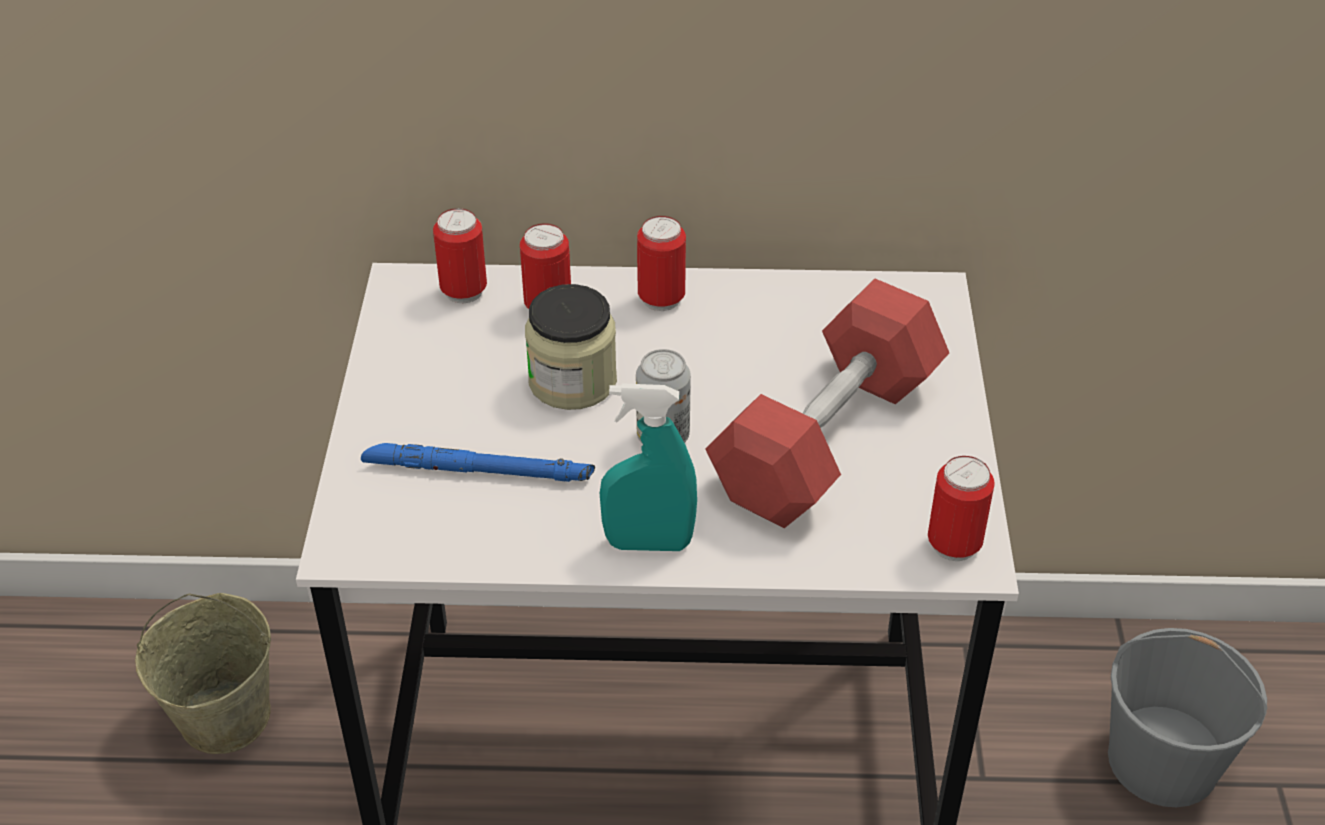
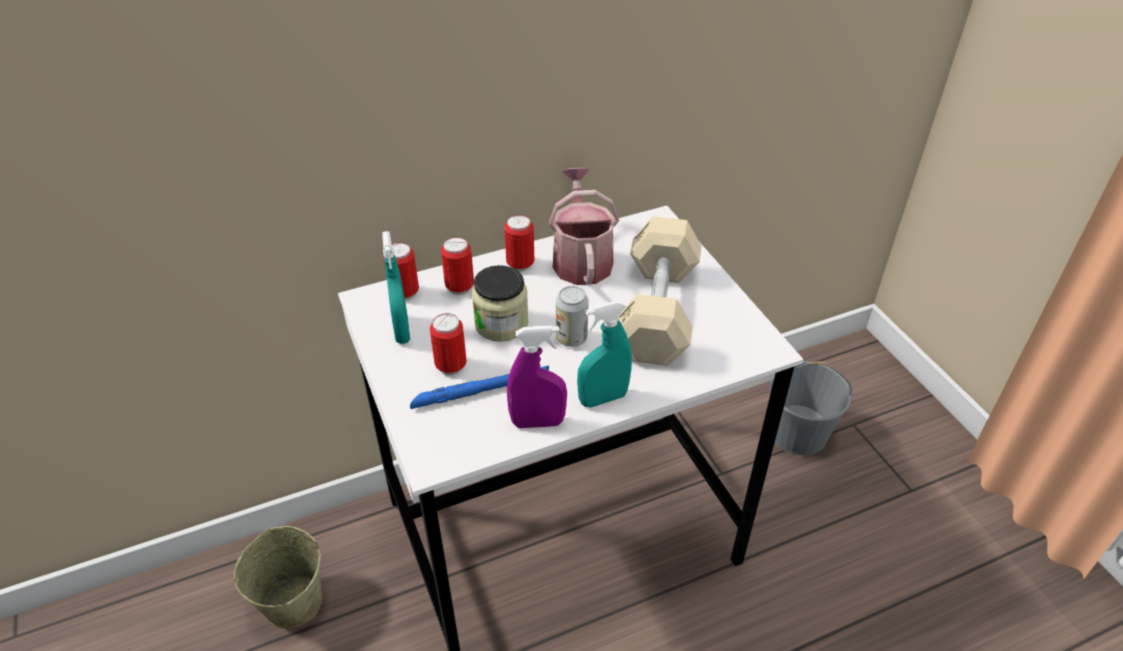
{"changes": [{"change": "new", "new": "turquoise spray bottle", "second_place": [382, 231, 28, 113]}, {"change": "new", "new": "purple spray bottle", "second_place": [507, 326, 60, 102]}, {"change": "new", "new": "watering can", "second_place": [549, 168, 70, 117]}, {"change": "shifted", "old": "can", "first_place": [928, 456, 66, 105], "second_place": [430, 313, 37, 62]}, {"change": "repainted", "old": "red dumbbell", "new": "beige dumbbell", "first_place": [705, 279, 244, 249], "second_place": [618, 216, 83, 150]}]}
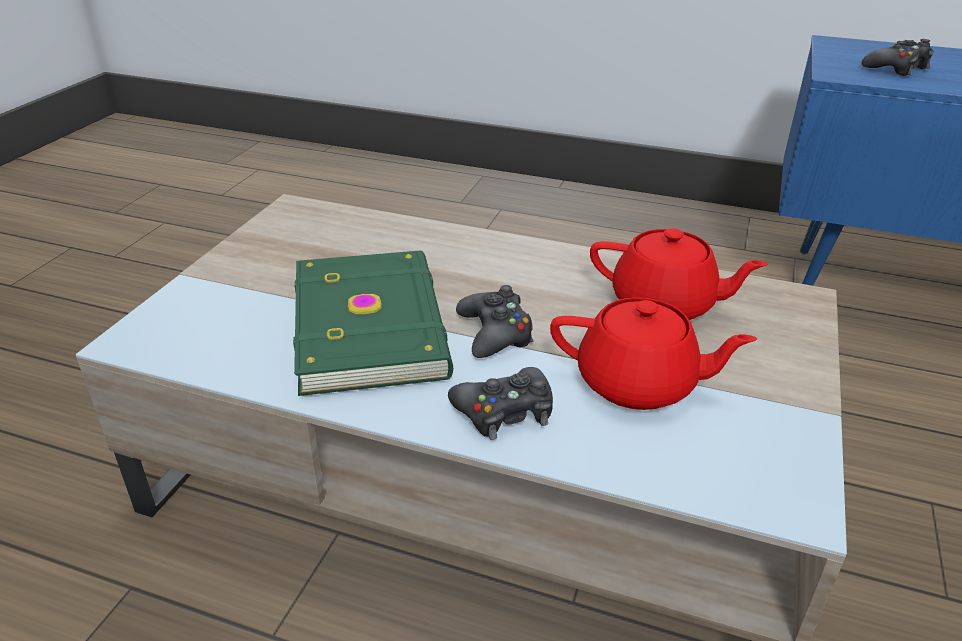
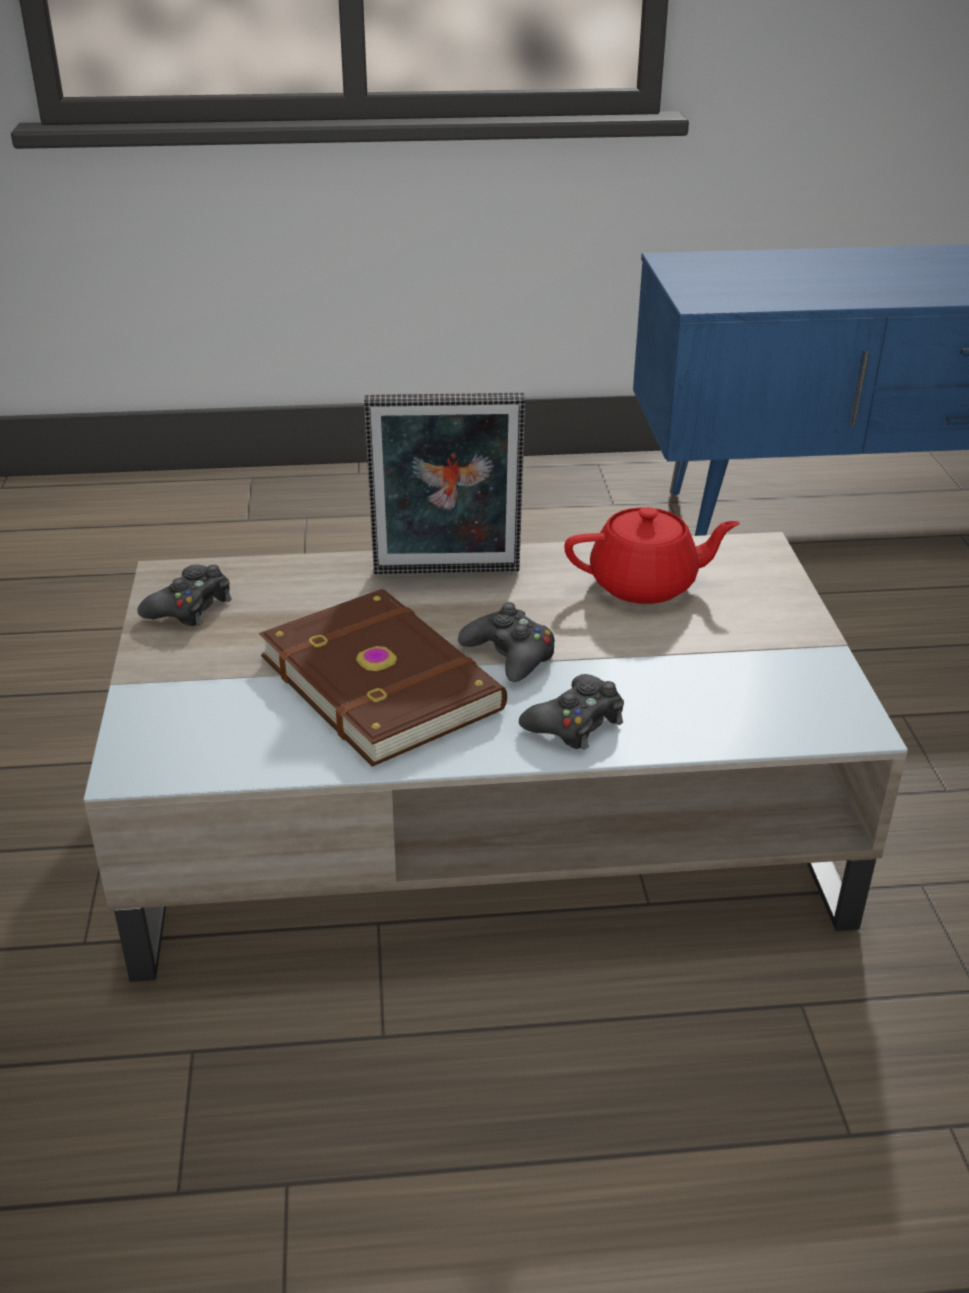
{"changes": [{"change": "gone", "old": "red teapot", "first_place": [550, 297, 207, 113]}, {"change": "new", "new": "picture frame", "second_place": [364, 393, 161, 181]}, {"change": "shifted", "old": "black game controller", "first_place": [862, 39, 71, 37], "second_place": [138, 564, 94, 62]}, {"change": "repainted", "old": "green book", "new": "brown book", "first_place": [293, 251, 160, 145], "second_place": [259, 589, 248, 178]}]}
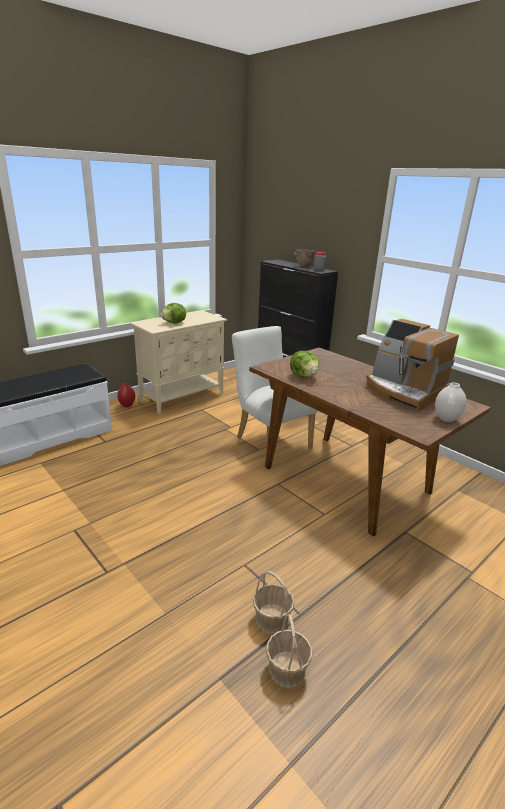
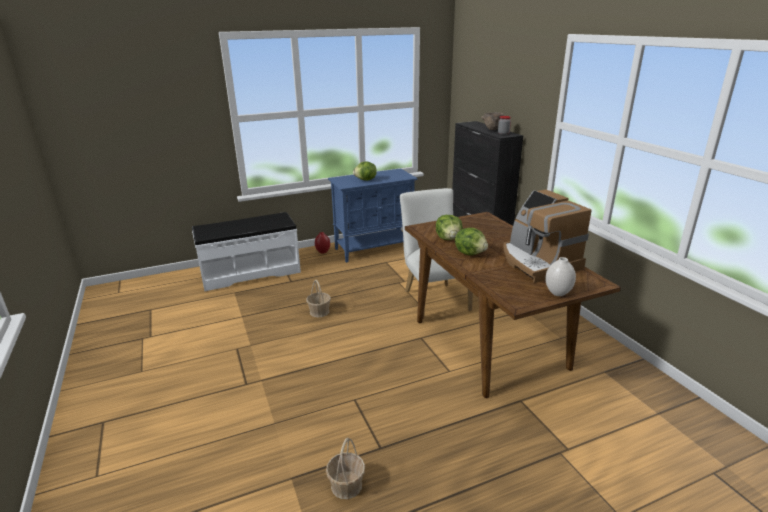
{"changes": [{"change": "new", "new": "lettuce", "second_place": [455, 228, 33, 27]}, {"change": "shifted", "old": "basket", "first_place": [253, 571, 41, 63], "second_place": [306, 280, 25, 38]}, {"change": "repainted", "old": "beige cabinet", "new": "blue cabinet", "first_place": [130, 310, 97, 104], "second_place": [328, 168, 90, 95]}]}
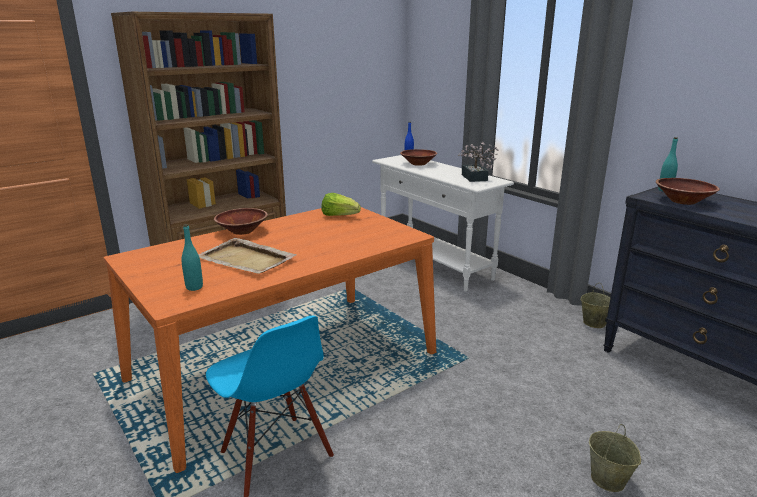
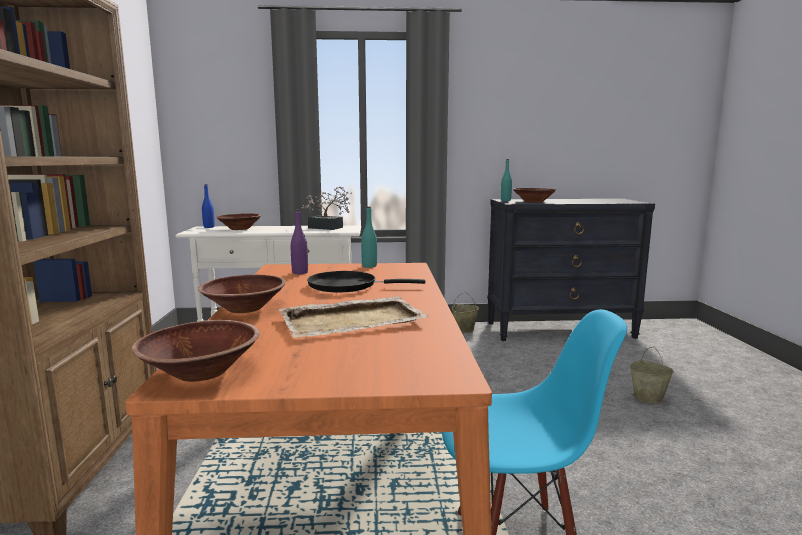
{"changes": [{"change": "new", "new": "brown bowl", "second_place": [131, 320, 129, 62]}, {"change": "new", "new": "black frying pan", "second_place": [307, 271, 118, 21]}, {"change": "shifted", "old": "turquoise bottle", "first_place": [181, 224, 22, 67], "second_place": [361, 207, 16, 61]}, {"change": "swapped", "old": "lettuce", "new": "purple bottle", "first_place": [321, 193, 40, 23], "second_place": [291, 210, 17, 64]}]}
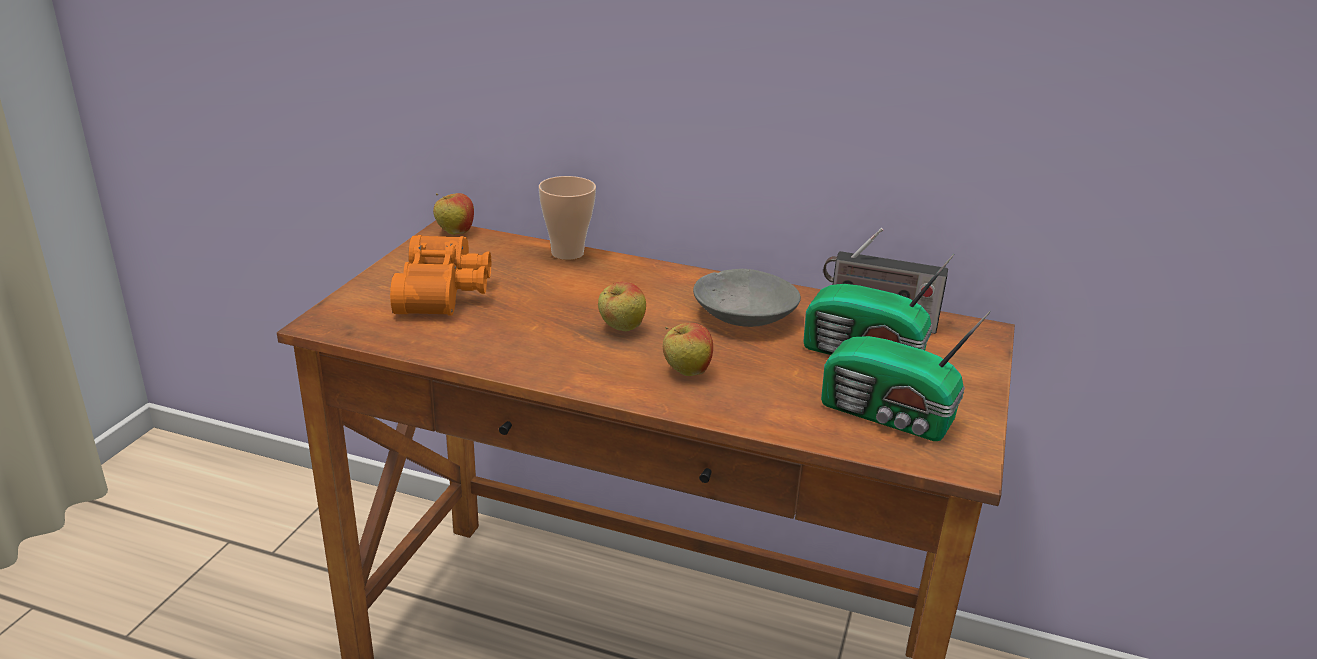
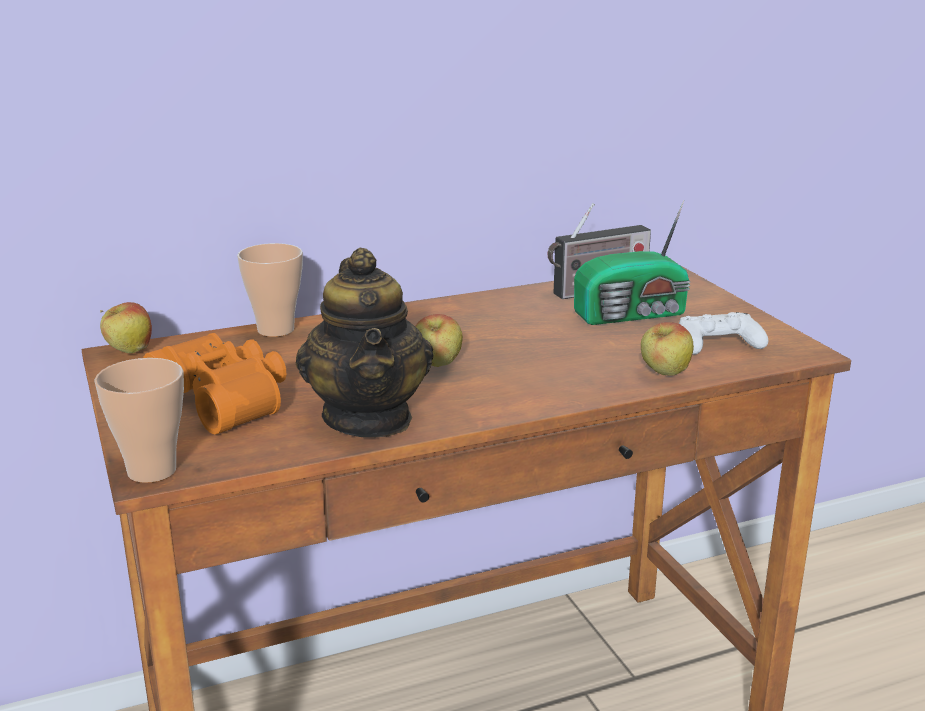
{"changes": [{"change": "gone", "old": "grey bowl", "first_place": [693, 269, 108, 58]}, {"change": "new", "new": "cup", "second_place": [94, 358, 90, 125]}, {"change": "new", "new": "teapot", "second_place": [296, 248, 138, 190]}, {"change": "shifted", "old": "apple", "first_place": [663, 323, 50, 53], "second_place": [641, 322, 53, 54]}, {"change": "swapped", "old": "radio", "new": "white game controller", "first_place": [821, 311, 170, 130], "second_place": [679, 312, 89, 43]}]}
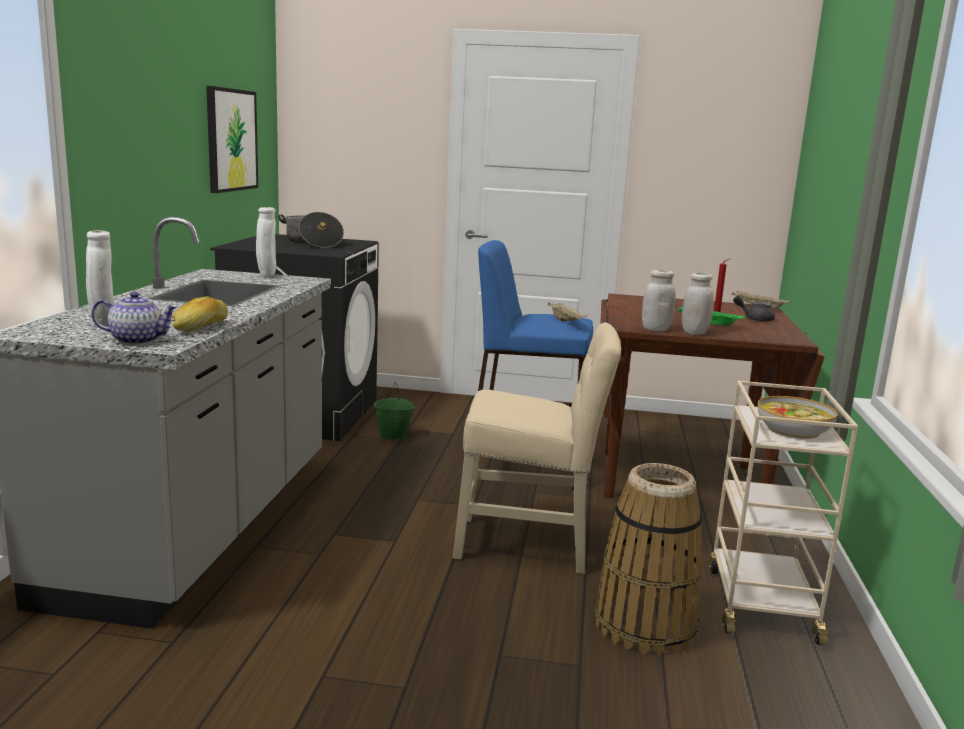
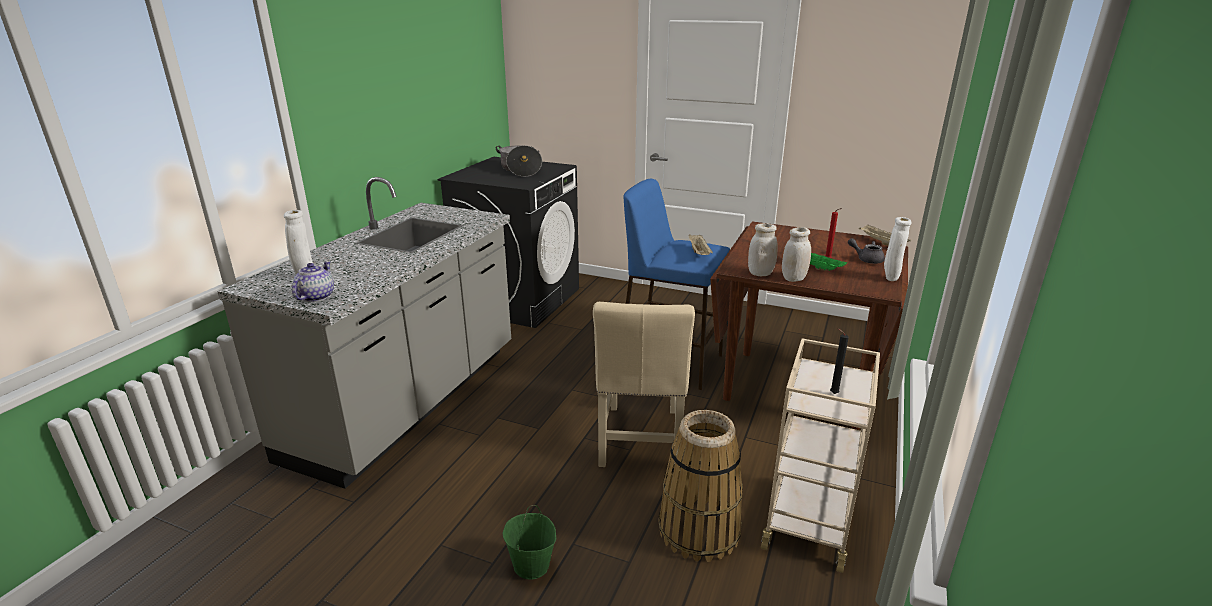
{"changes": [{"change": "gone", "old": "bread", "first_place": [172, 296, 56, 36]}, {"change": "gone", "old": "picture", "first_place": [206, 86, 52, 107]}, {"change": "shifted", "old": "white vase", "first_place": [256, 207, 20, 70], "second_place": [884, 217, 28, 64]}, {"change": "shifted", "old": "green bucket", "first_place": [374, 382, 41, 58], "second_place": [503, 505, 53, 75]}, {"change": "swapped", "old": "bowl", "new": "black candle", "first_place": [757, 396, 80, 43], "second_place": [830, 328, 19, 66]}, {"change": "rotated", "old": "teapot", "first_place": [91, 292, 87, 53], "second_place": [292, 261, 42, 41], "degrees": -90}, {"change": "rotated", "old": "beige chair", "first_place": [453, 322, 168, 252], "second_place": [593, 302, 102, 165], "degrees": 75}]}
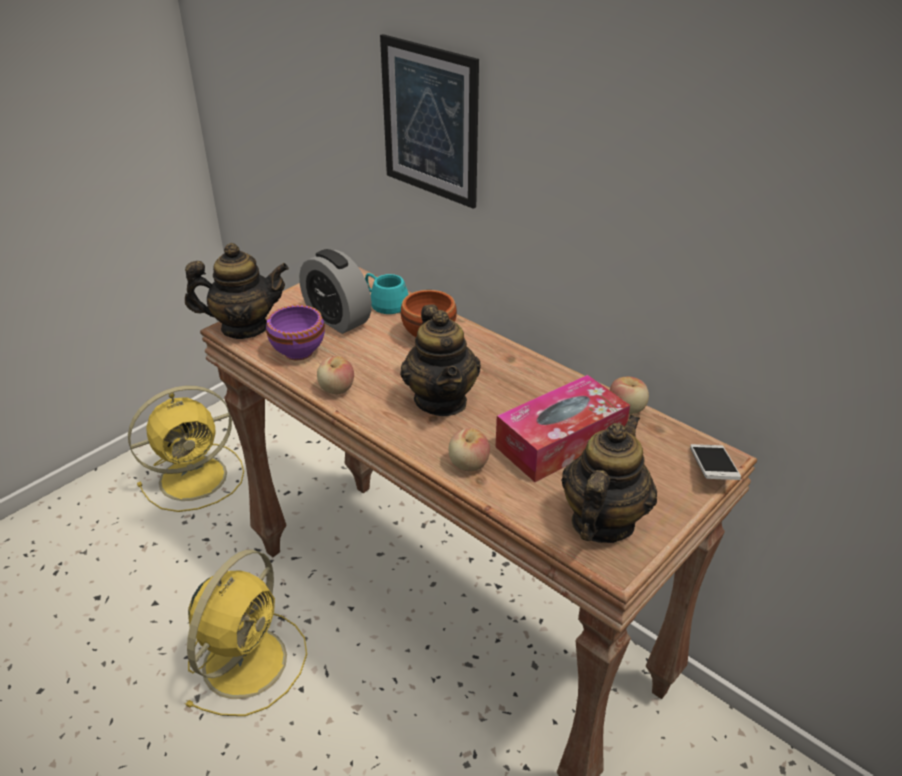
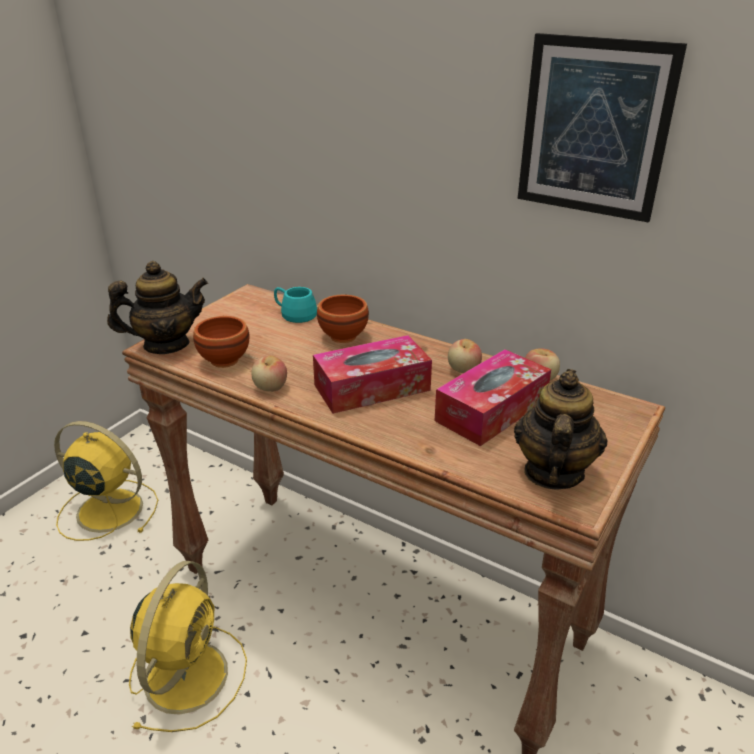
{"changes": [{"change": "gone", "old": "alarm clock", "first_place": [299, 249, 73, 85]}, {"change": "gone", "old": "phone", "first_place": [690, 444, 51, 36]}, {"change": "shifted", "old": "picture", "first_place": [380, 34, 99, 175], "second_place": [518, 33, 169, 190]}, {"change": "shifted", "old": "apple", "first_place": [449, 428, 41, 43], "second_place": [448, 339, 34, 34]}, {"change": "swapped", "old": "teapot", "new": "tissue box", "first_place": [400, 305, 81, 111], "second_place": [313, 335, 119, 79]}, {"change": "repainted", "old": "purple bowl", "new": "brown bowl", "first_place": [266, 305, 59, 55], "second_place": [193, 316, 56, 52]}, {"change": "rotated", "old": "yellow fan", "first_place": [128, 386, 116, 126], "second_place": [54, 421, 104, 120], "degrees": -120}]}
